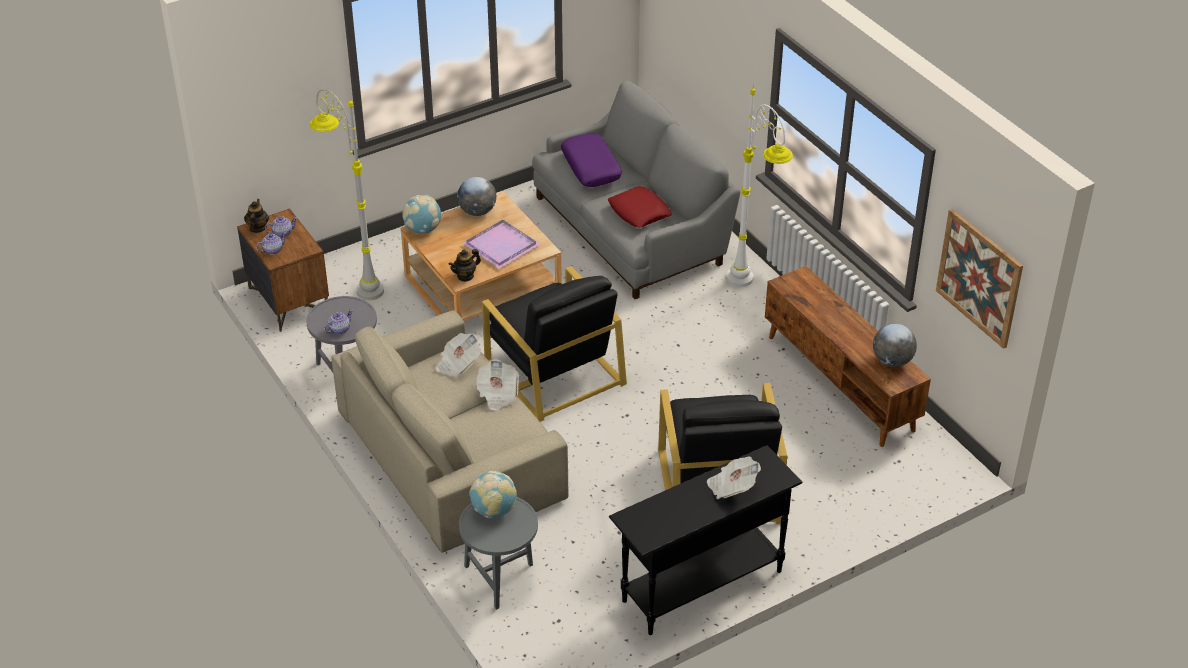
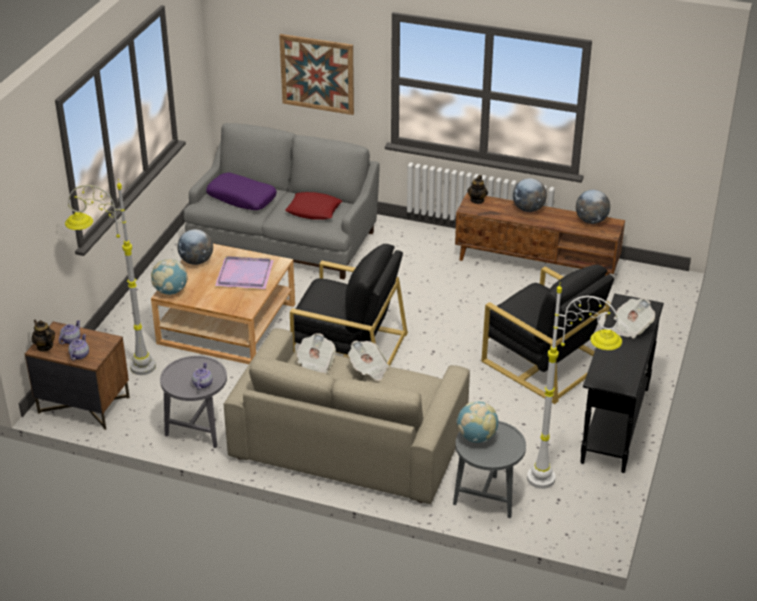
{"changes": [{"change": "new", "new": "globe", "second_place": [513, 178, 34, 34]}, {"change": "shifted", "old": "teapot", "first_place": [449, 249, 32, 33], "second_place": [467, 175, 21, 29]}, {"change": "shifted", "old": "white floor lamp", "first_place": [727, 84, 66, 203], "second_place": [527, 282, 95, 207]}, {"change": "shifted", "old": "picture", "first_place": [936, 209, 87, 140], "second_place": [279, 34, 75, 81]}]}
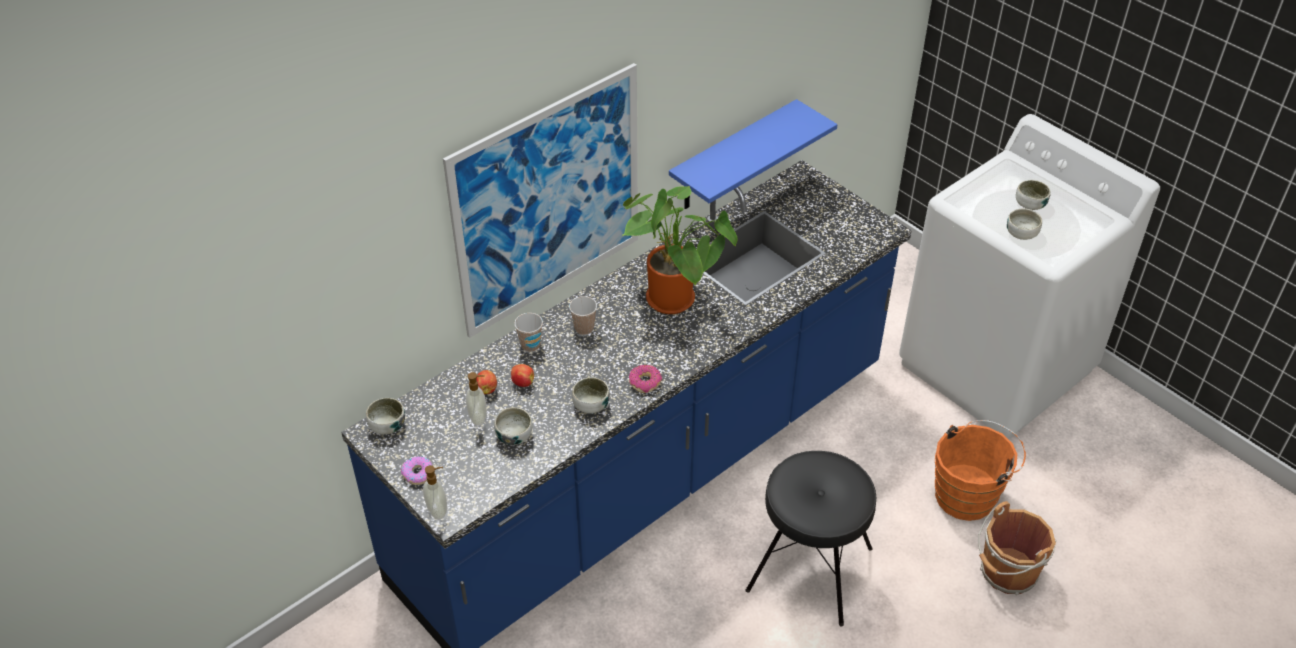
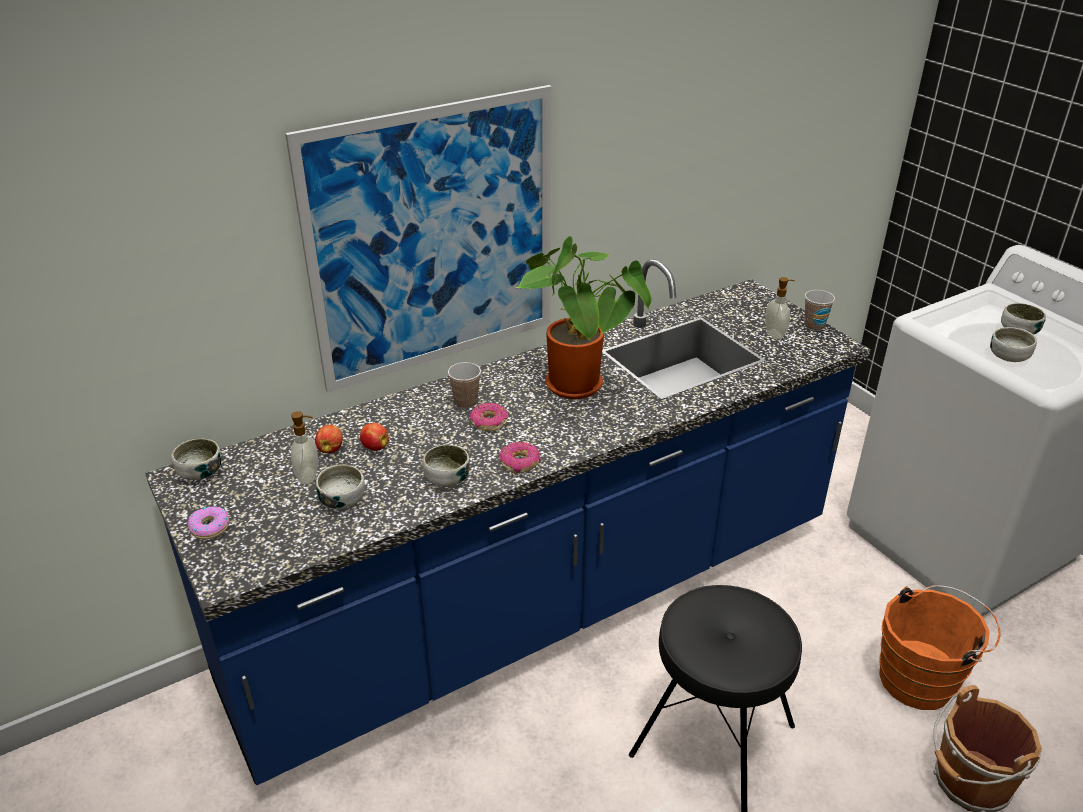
{"changes": [{"change": "gone", "old": "blue shelf", "first_place": [669, 99, 169, 110]}, {"change": "new", "new": "donut", "second_place": [469, 403, 40, 28]}, {"change": "shifted", "old": "soap dispenser", "first_place": [423, 465, 24, 55], "second_place": [765, 277, 30, 62]}, {"change": "shifted", "old": "cup", "first_place": [514, 313, 29, 39], "second_place": [804, 290, 31, 41]}]}
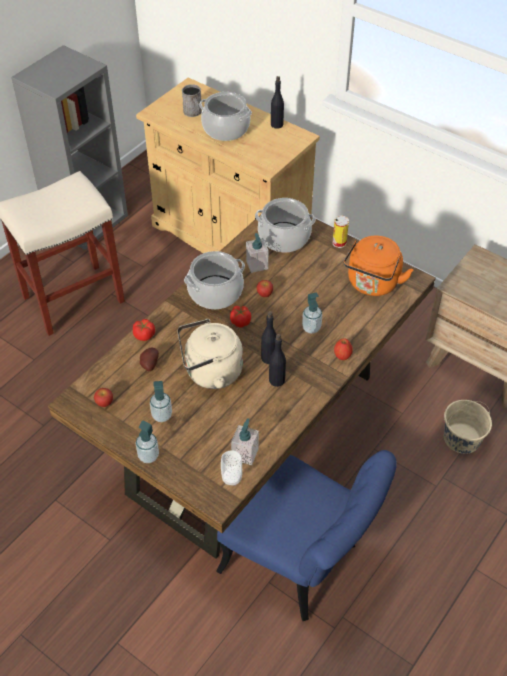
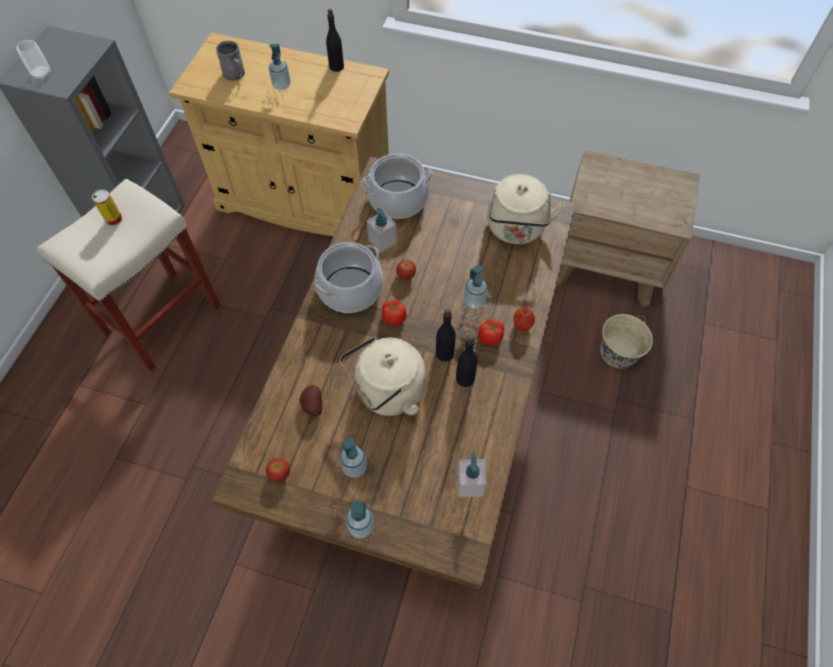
{"changes": [{"change": "gone", "old": "blue chair", "first_place": [216, 450, 181, 171]}, {"change": "shifted", "old": "tomato", "first_place": [133, 319, 22, 22], "second_place": [478, 319, 26, 26]}, {"change": "shifted", "old": "cup", "first_place": [221, 450, 21, 36], "second_place": [16, 40, 35, 41]}, {"change": "shifted", "old": "can", "first_place": [333, 216, 16, 32], "second_place": [92, 189, 30, 37]}, {"change": "swapped", "old": "cooking pot", "new": "soap dispenser", "first_place": [199, 92, 53, 49], "second_place": [269, 44, 21, 46]}, {"change": "repainted", "old": "orange kettle", "new": "beige kettle", "first_place": [343, 236, 70, 60], "second_place": [487, 174, 78, 70]}]}
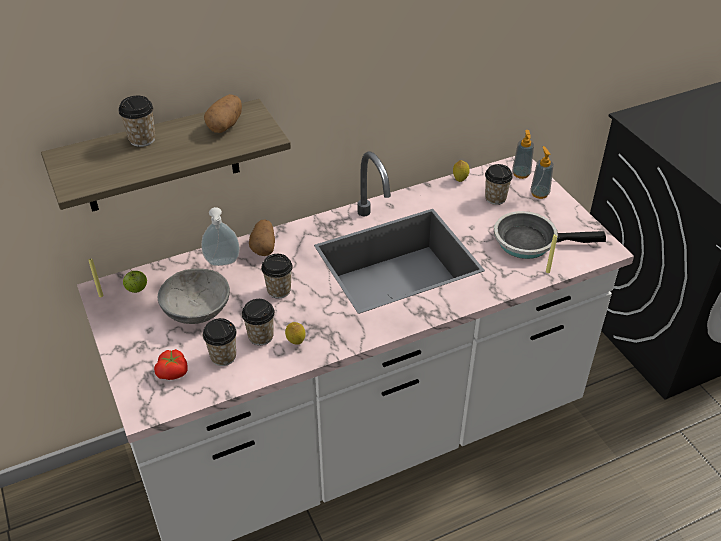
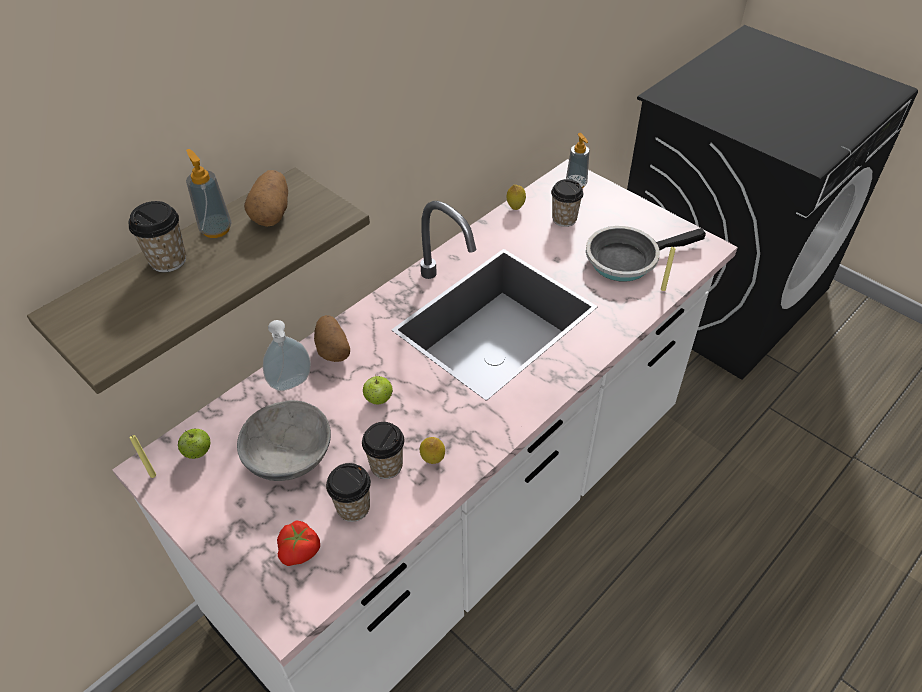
{"changes": [{"change": "shifted", "old": "soap dispenser", "first_place": [530, 146, 24, 53], "second_place": [186, 149, 46, 89]}, {"change": "swapped", "old": "cup", "new": "apple", "first_place": [261, 254, 32, 44], "second_place": [363, 376, 30, 28]}]}
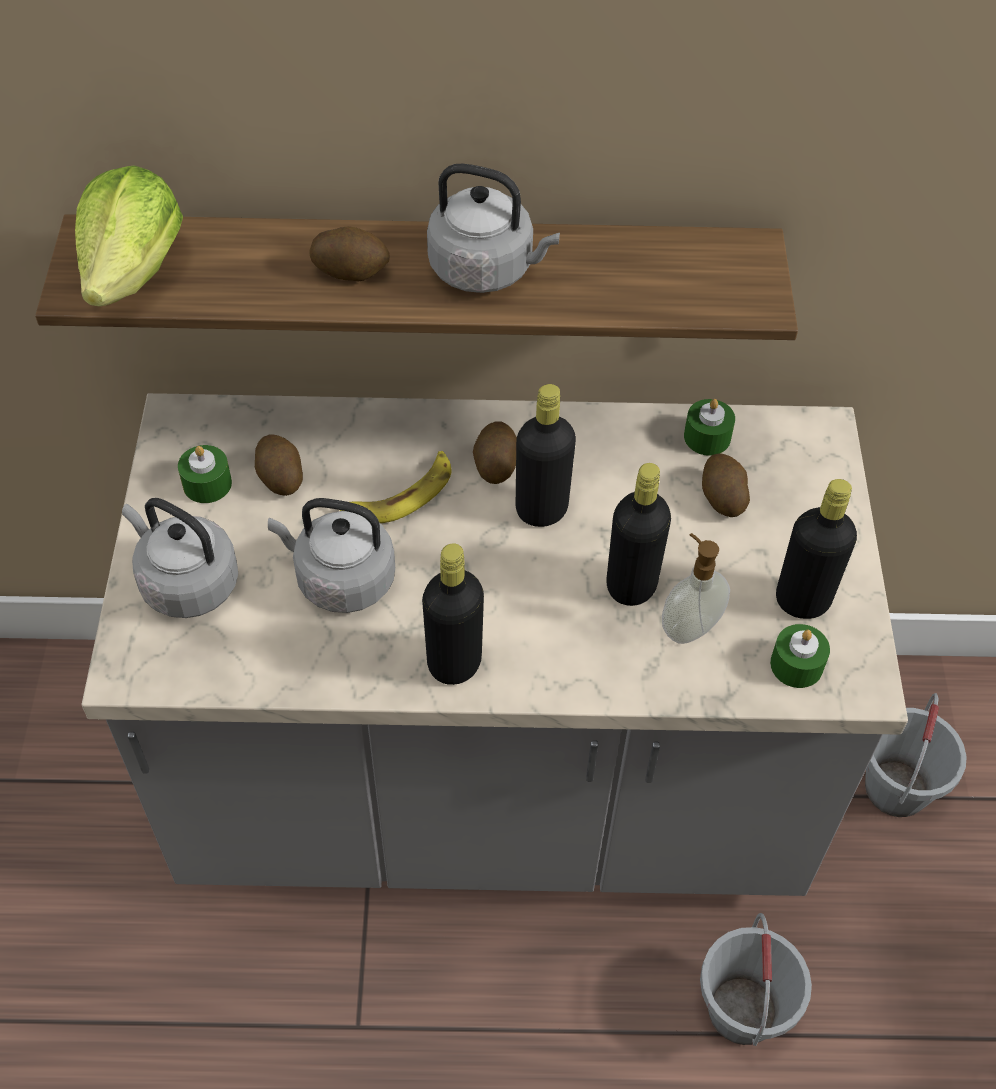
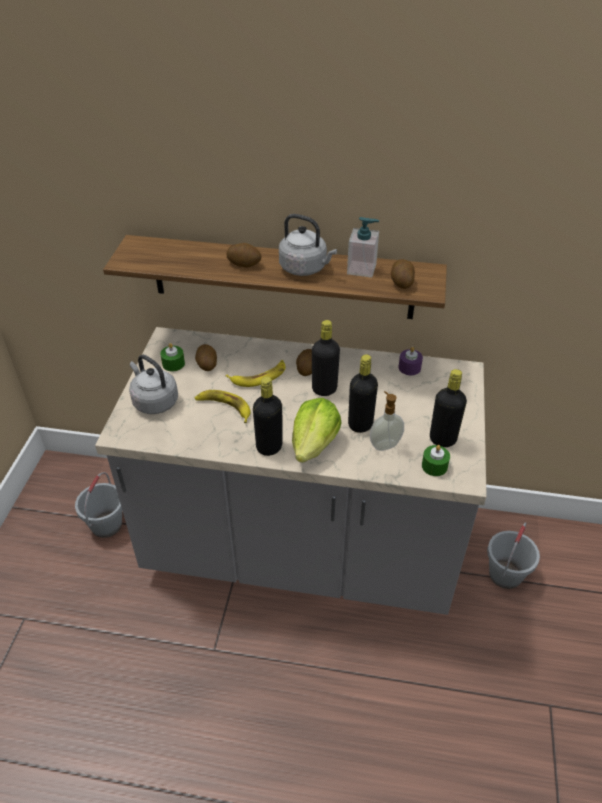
{"changes": [{"change": "new", "new": "soap dispenser", "second_place": [347, 217, 32, 61]}, {"change": "shifted", "old": "lettuce", "first_place": [75, 165, 108, 142], "second_place": [292, 398, 50, 65]}, {"change": "shifted", "old": "grey bucket", "first_place": [700, 913, 112, 133], "second_place": [75, 472, 47, 66]}, {"change": "shifted", "old": "potato", "first_place": [702, 453, 48, 64], "second_place": [391, 259, 24, 30]}, {"change": "swapped", "old": "grey kettle", "new": "banana", "first_place": [268, 498, 127, 115], "second_place": [194, 390, 57, 33]}, {"change": "repainted", "old": "green candle", "new": "purple candle", "first_place": [684, 399, 51, 57], "second_place": [399, 347, 24, 28]}]}
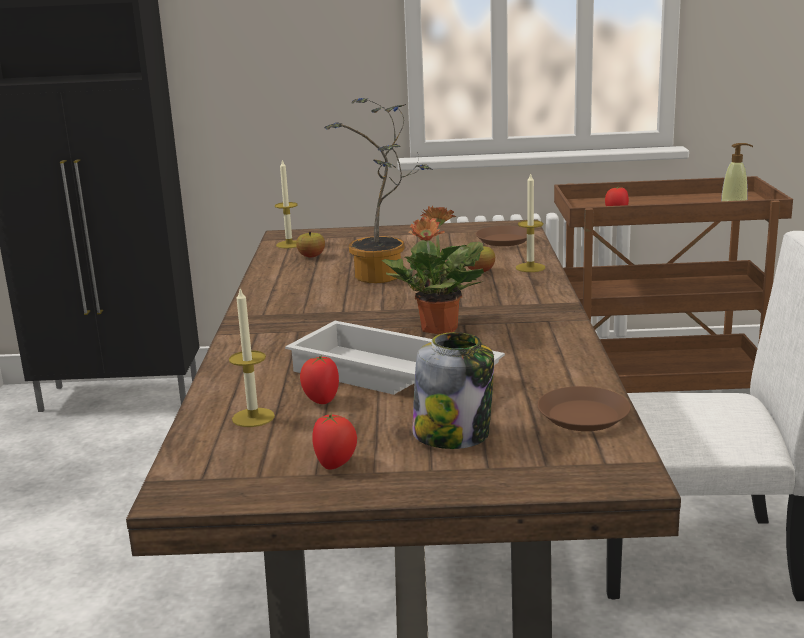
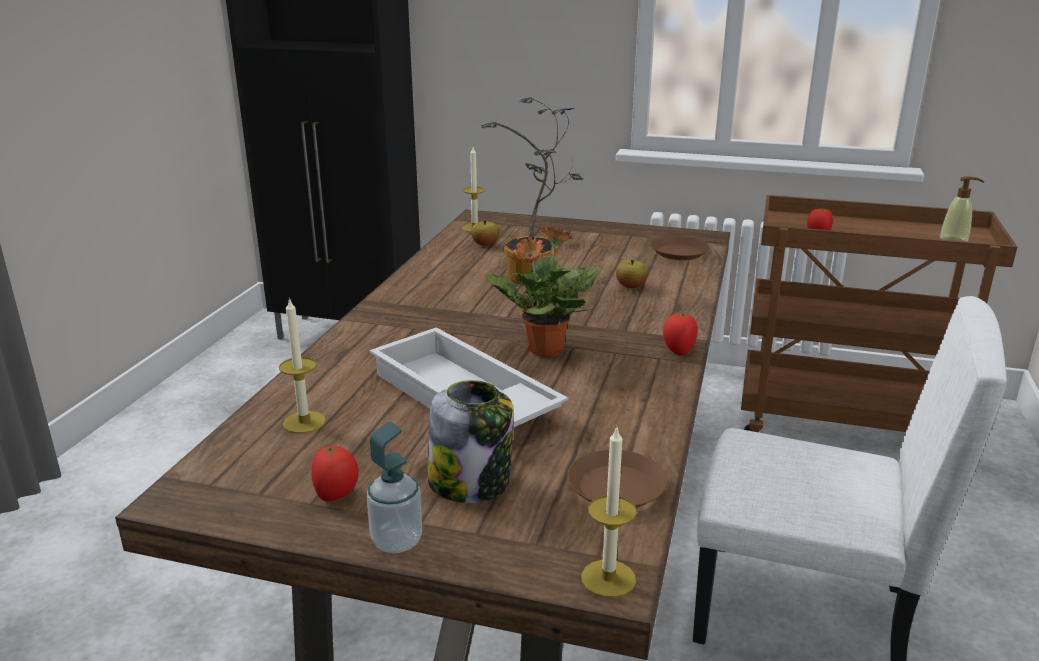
{"changes": [{"change": "new", "new": "soap dispenser", "second_place": [367, 422, 55, 131]}, {"change": "shifted", "old": "tomato", "first_place": [300, 355, 39, 49], "second_place": [663, 313, 34, 42]}, {"change": "shifted", "old": "candle", "first_place": [516, 172, 29, 100], "second_place": [581, 425, 56, 173]}]}
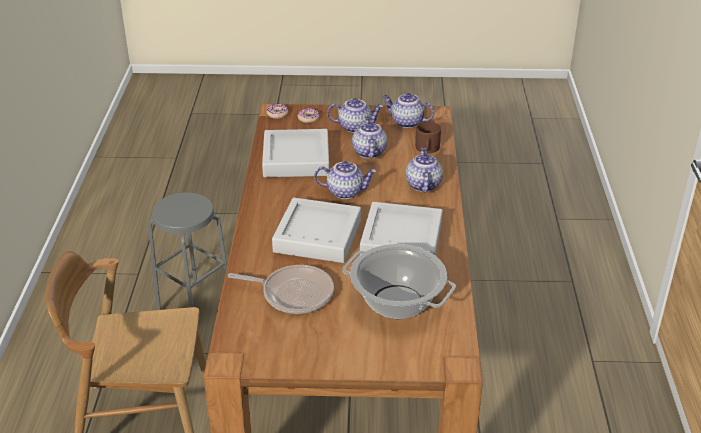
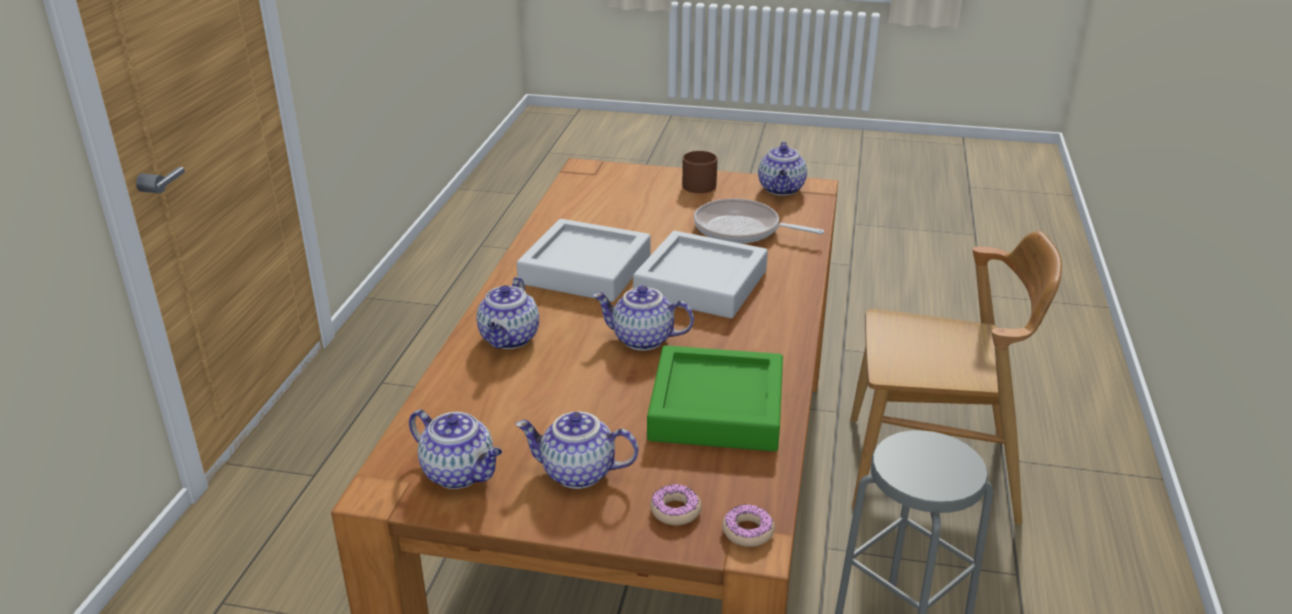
{"changes": [{"change": "gone", "old": "cooking pot", "first_place": [342, 244, 114, 75]}, {"change": "shifted", "old": "teapot", "first_place": [352, 117, 35, 41], "second_place": [758, 142, 49, 53]}, {"change": "shifted", "old": "brown mug", "first_place": [415, 122, 26, 31], "second_place": [682, 151, 36, 42]}, {"change": "repainted", "old": "grey tray", "new": "green tray", "first_place": [262, 129, 67, 48], "second_place": [647, 345, 136, 106]}]}
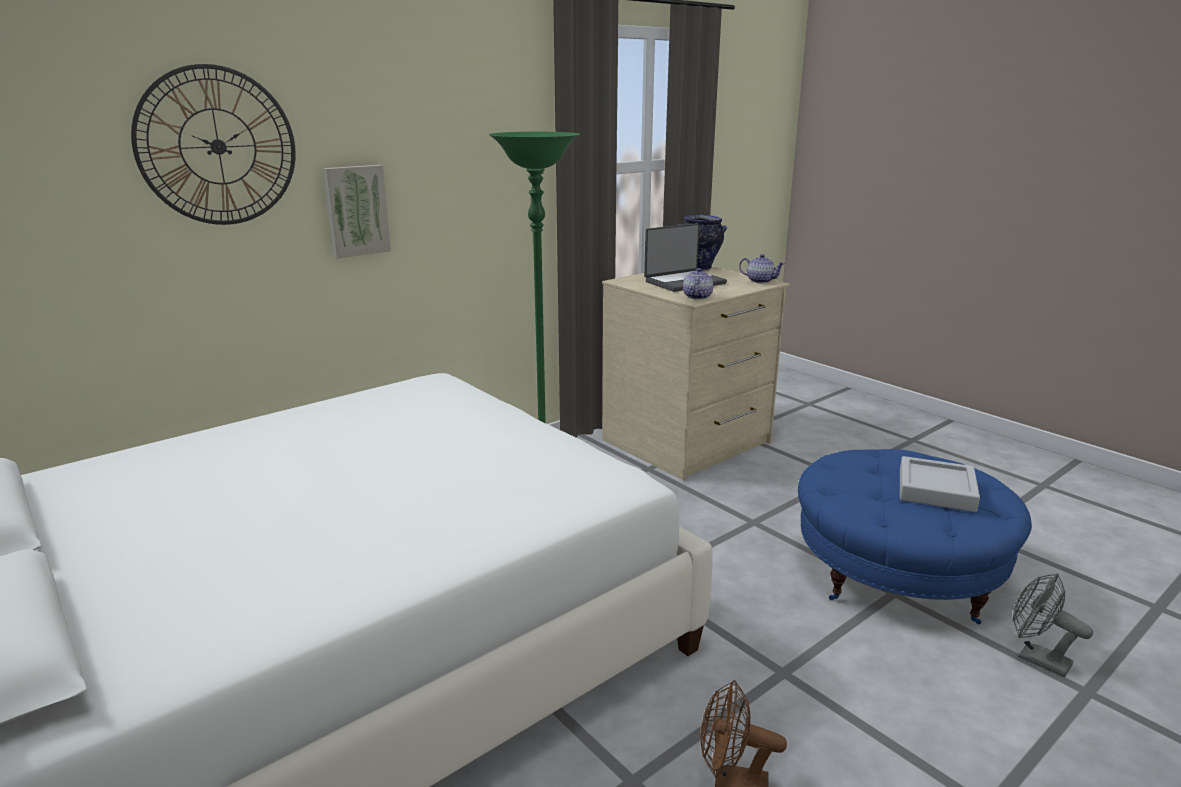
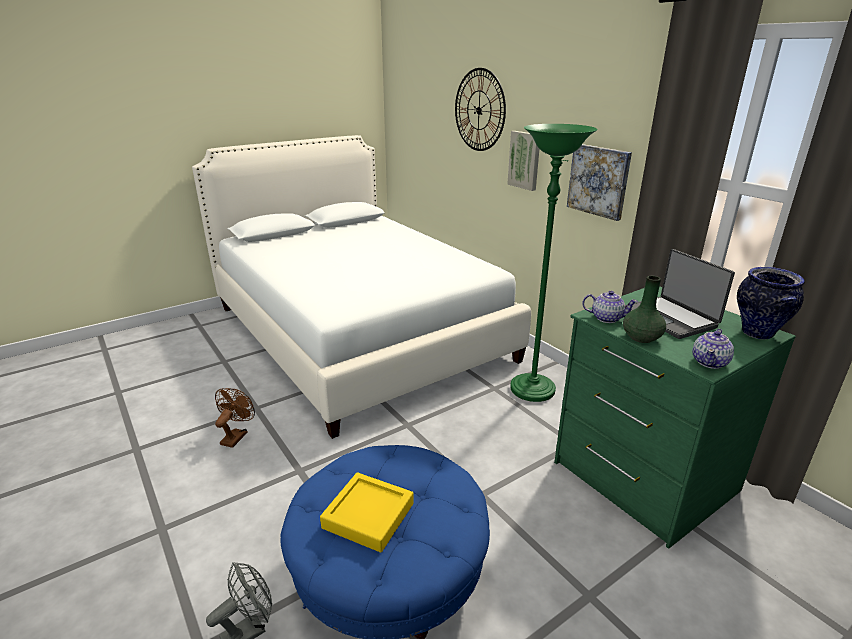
{"changes": [{"change": "new", "new": "picture", "second_place": [567, 144, 65, 77]}, {"change": "new", "new": "green vase", "second_place": [623, 276, 43, 67]}, {"change": "repainted", "old": "beige dresser", "new": "green dresser", "first_place": [602, 266, 188, 215], "second_place": [554, 286, 242, 262]}, {"change": "repainted", "old": "grey tray", "new": "yellow tray", "first_place": [900, 456, 80, 56], "second_place": [320, 472, 94, 80]}]}
